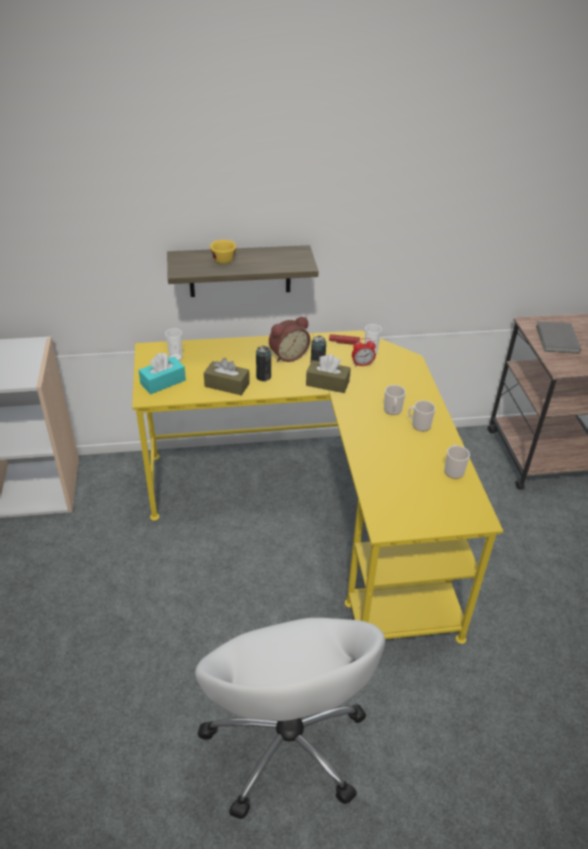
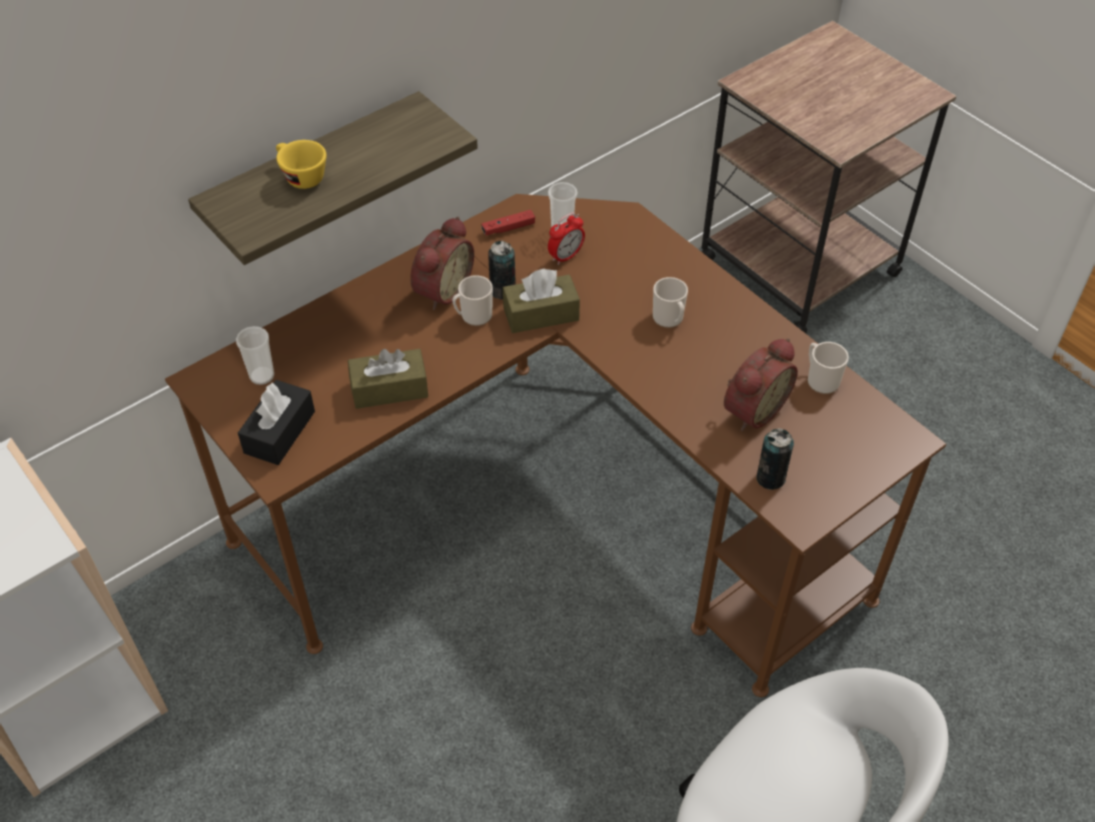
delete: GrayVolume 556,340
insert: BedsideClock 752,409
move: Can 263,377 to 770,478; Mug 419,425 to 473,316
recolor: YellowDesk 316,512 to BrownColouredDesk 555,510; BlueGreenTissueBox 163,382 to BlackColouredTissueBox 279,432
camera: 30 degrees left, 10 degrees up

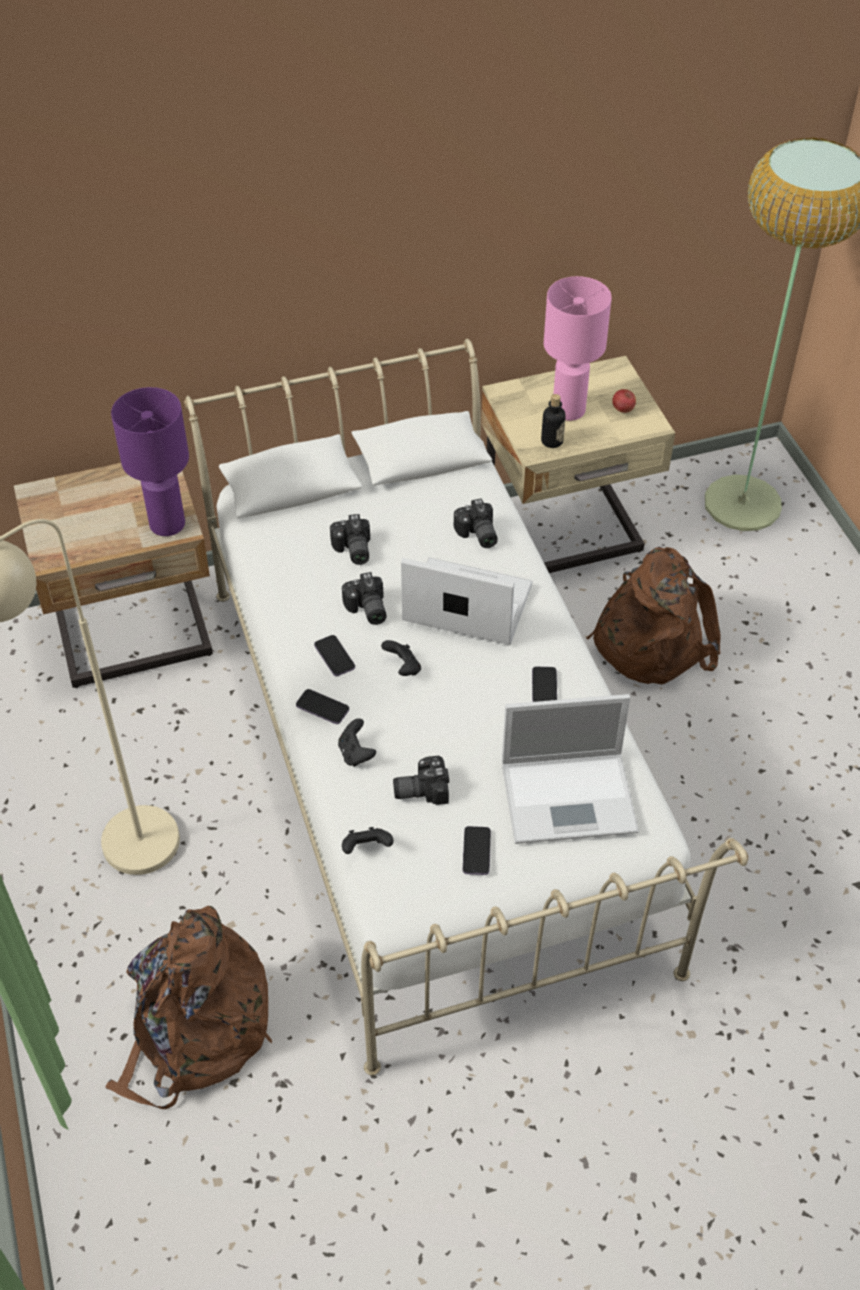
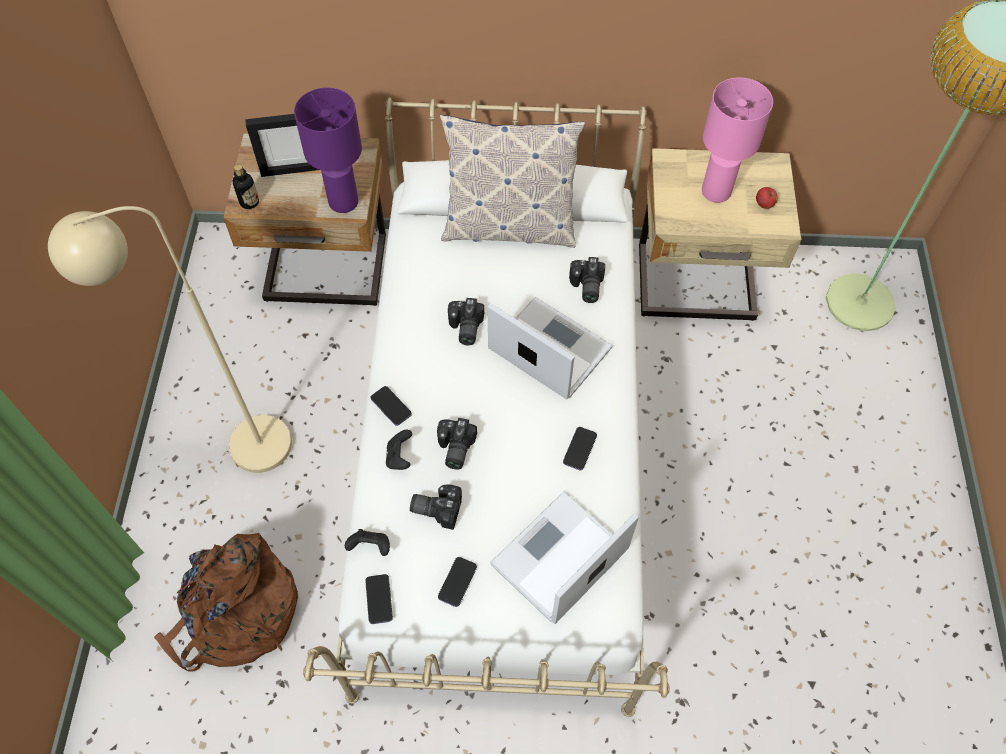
delete: BlackColouredJoypad 403,668; BrownColouredRucksack 650,639
insert: PhotoFrame 290,169; ThrowPillow 509,227
move: Telephone 334,657 to 379,599; StillCamera 352,550 to 454,449; BeverageBottle 552,441 to 249,202
rotate: NotebookComputer 571,797 = 558,559 120 degrees clockwise
camera: 20 degrees right, 10 degrees up

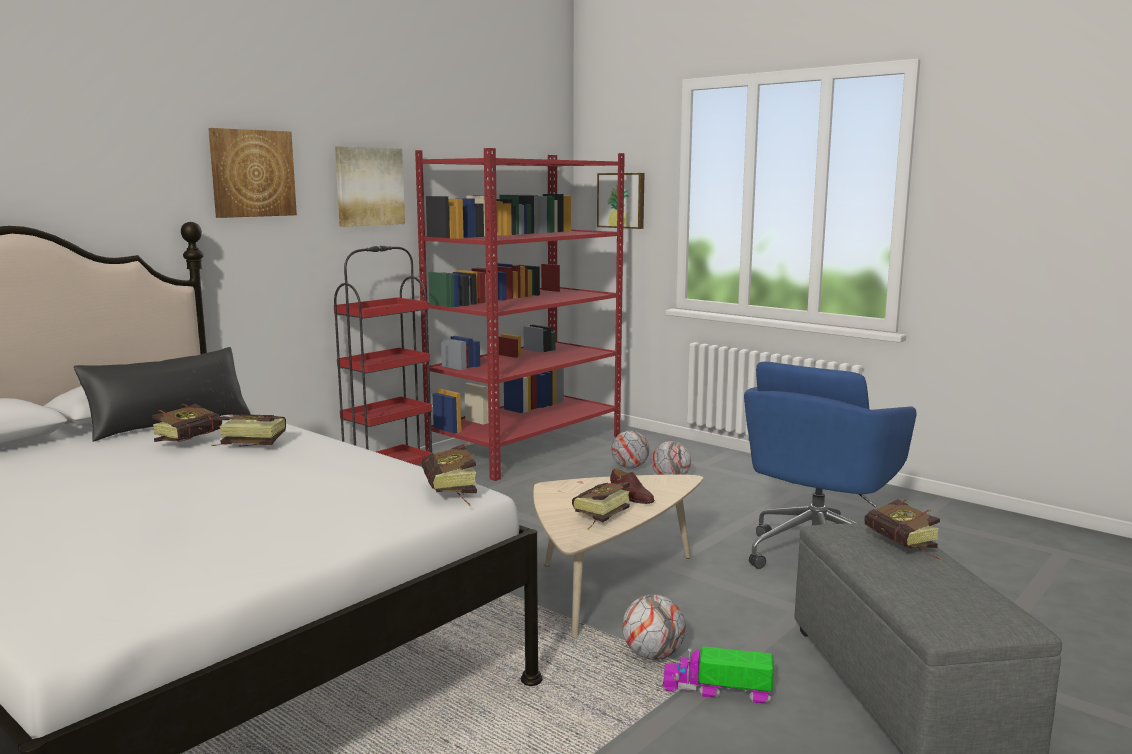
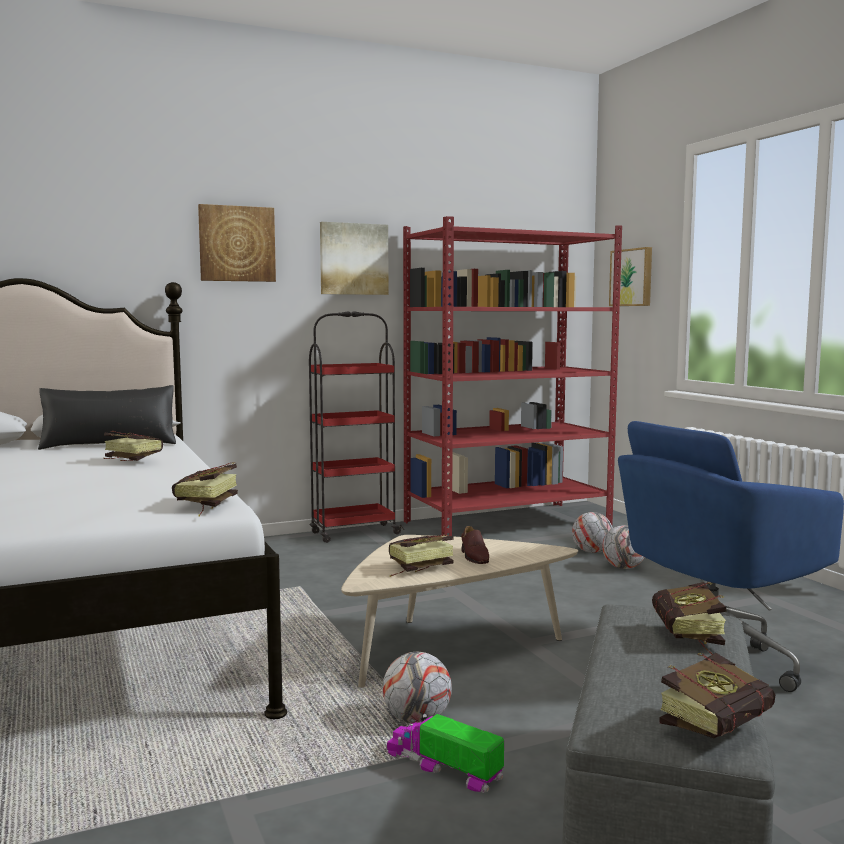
move: Volume 194,440 to 721,726
camera: 25 degrees right, 5 degrees down

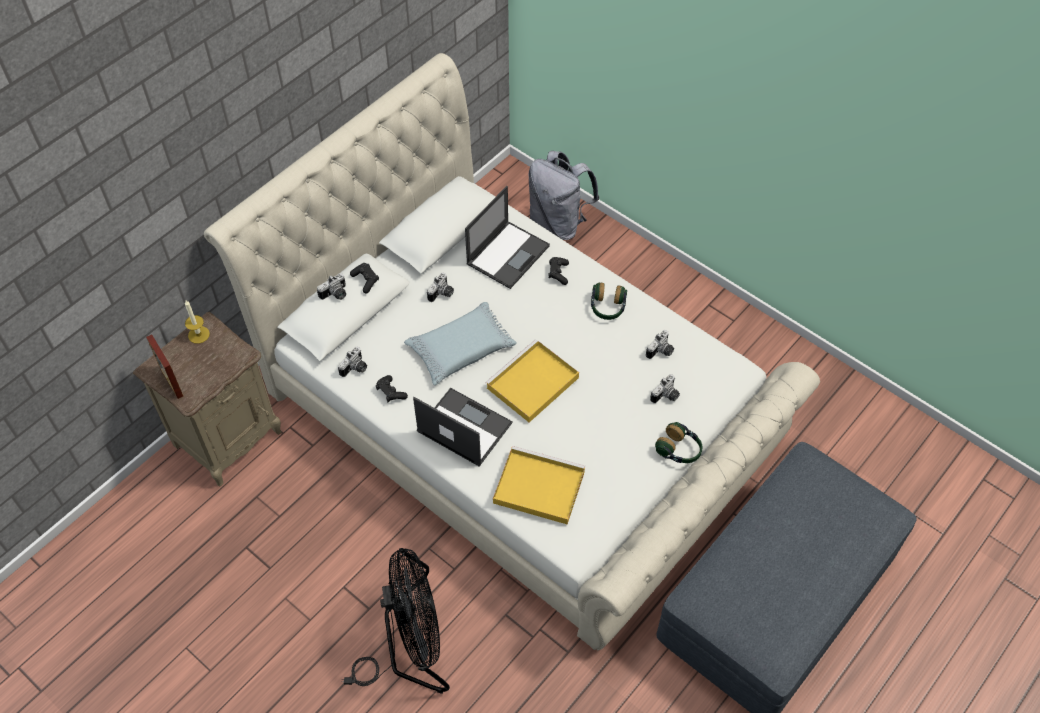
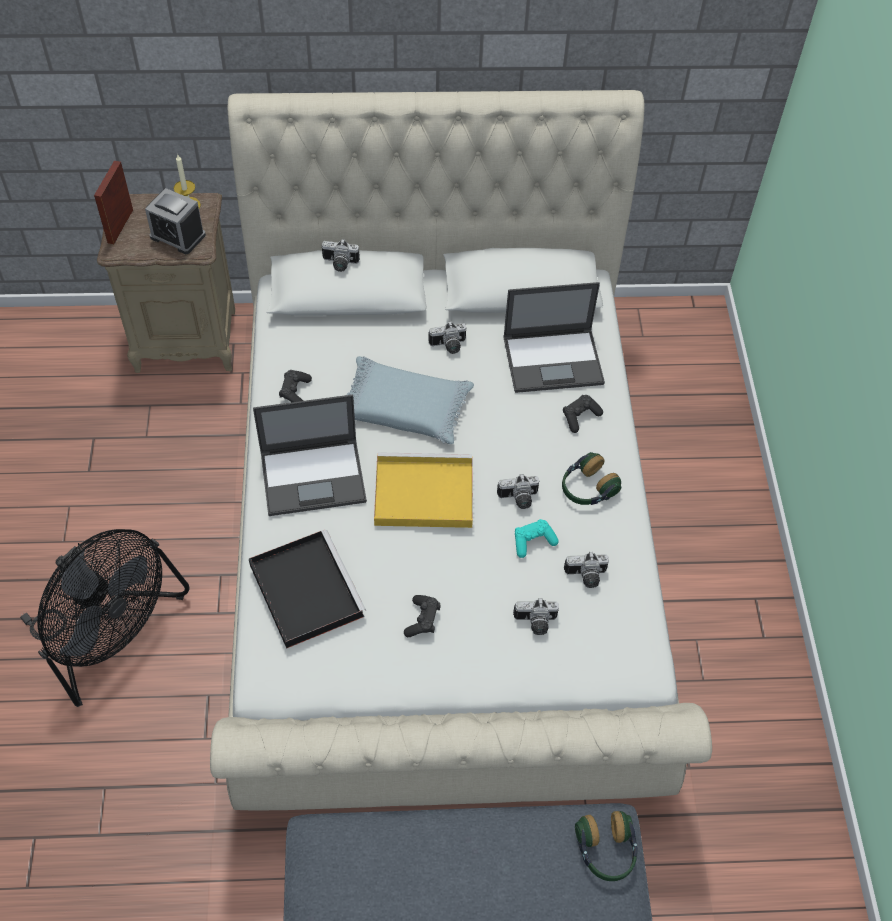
delete: GrayRucksack 559,223
insert: BedsideClock 178,236; BlueGreenJoypad 533,541
move: StillCamera 355,369 to 518,499; BlackColouredJoypad 366,280 to 422,620; Headset 679,450 to 606,851
recolor: YellowServingTray 537,487 to BlackColouredServingTray 304,589
rotate: NotebookComputer 463,427 = 314,476 90 degrees clockwise
camera: 45 degrees right, 0 degrees up

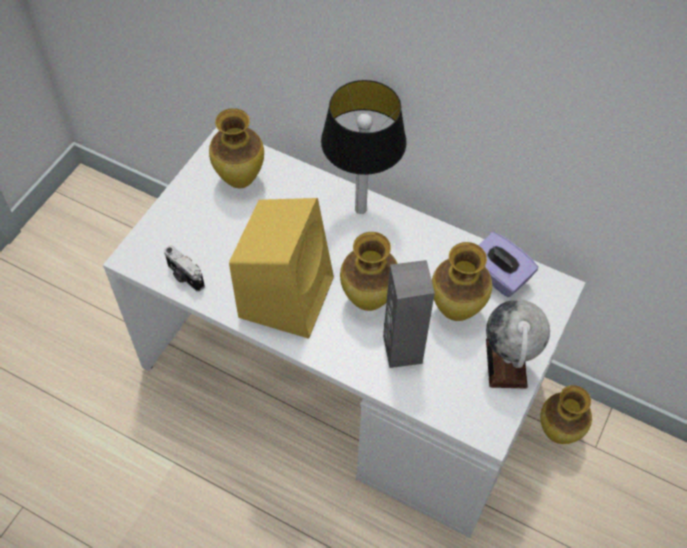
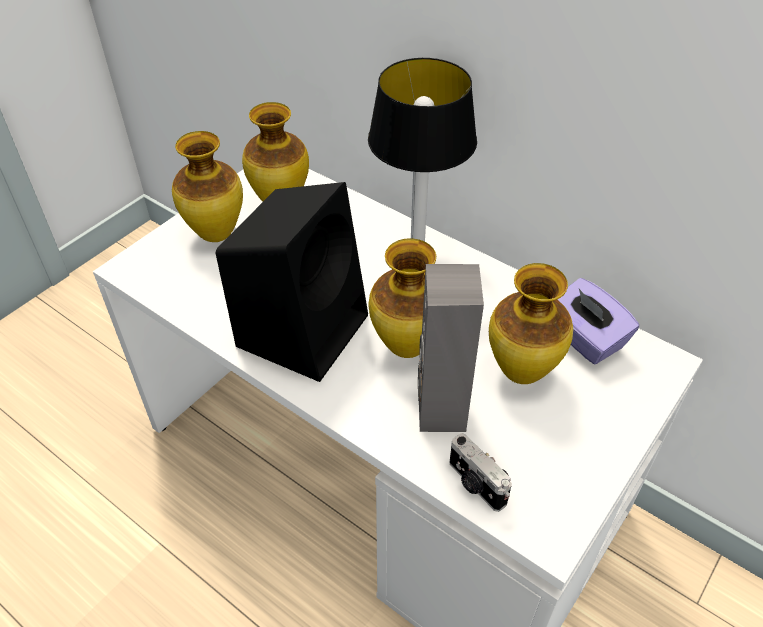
delete: DeskGlobe 506,363
move: StillCamera 184,277 to 475,484; DecorativeVase 558,433 to 217,234
recolor: YellowAudioSpeaker 286,294 to BlackColouredAudioSpeaker 304,328
camera: 10 degrees right, 10 degrees down

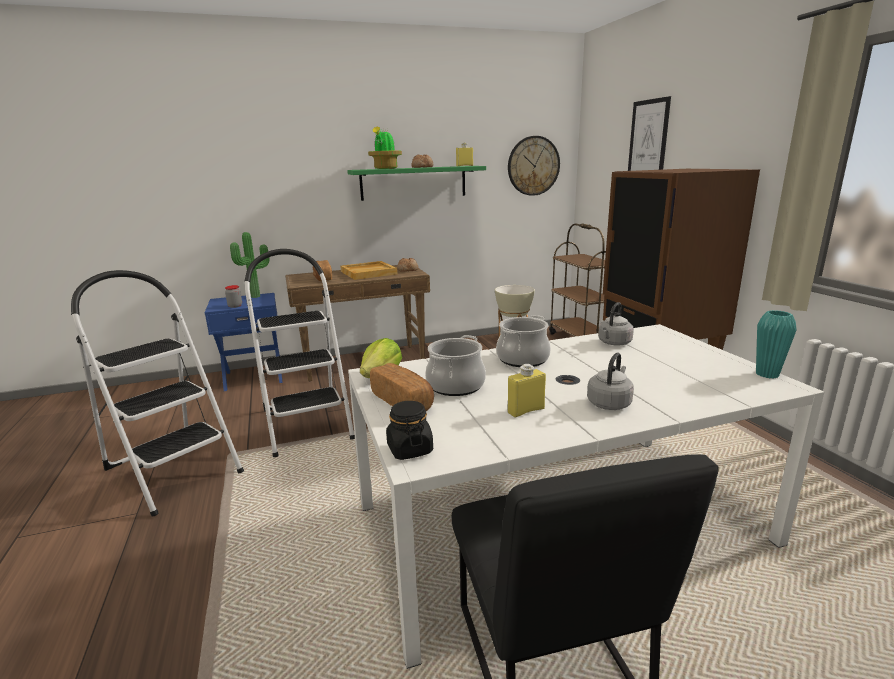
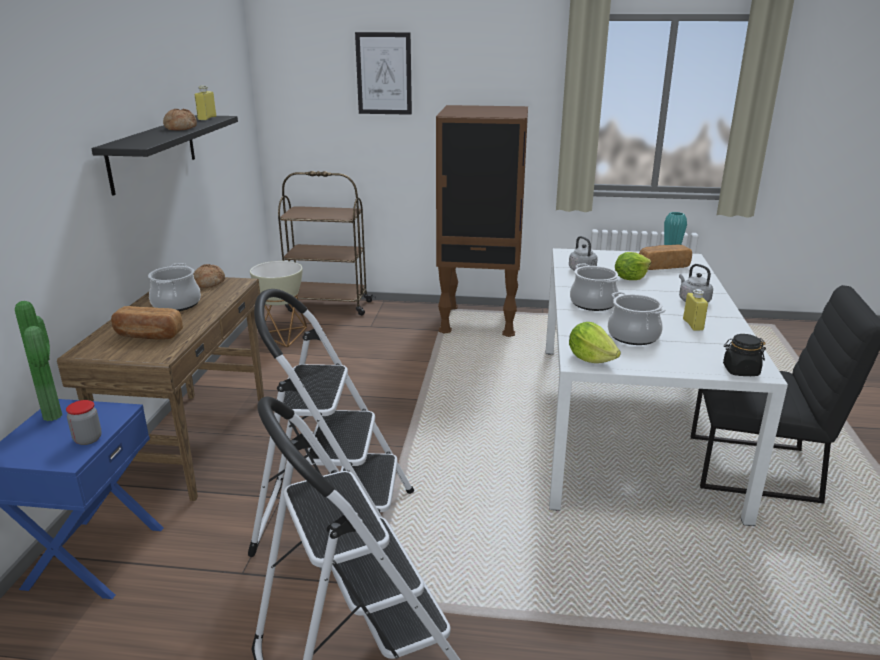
delete: Houseplant 385,168; ClockOnTheWall 533,166
insert: Lettuce 630,278
move: Bread 403,401 to 662,266
replace: BeigeColouredServingTray 368,272 to Stockpot 176,304
recolor: GreenBracketShelf 413,183 to BlackColouredBracketShelf 153,152
camera: 65 degrees left, 5 degrees up

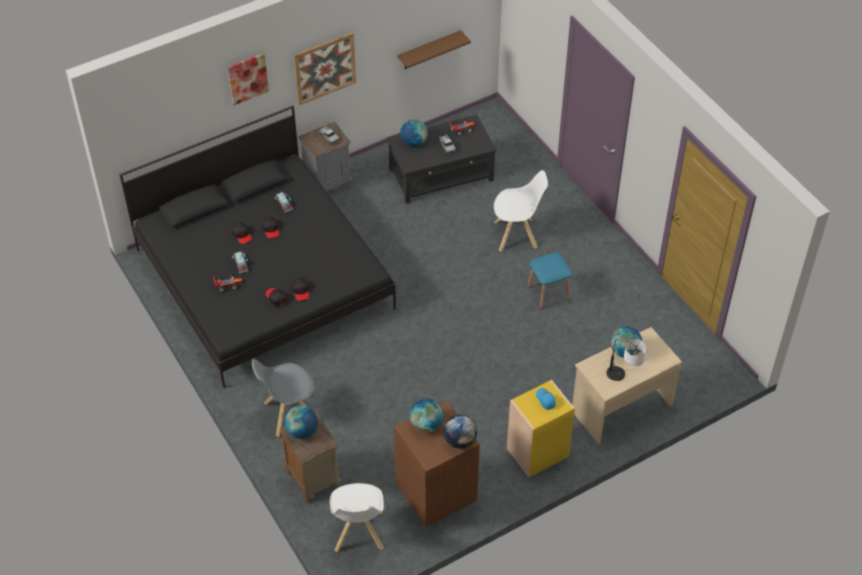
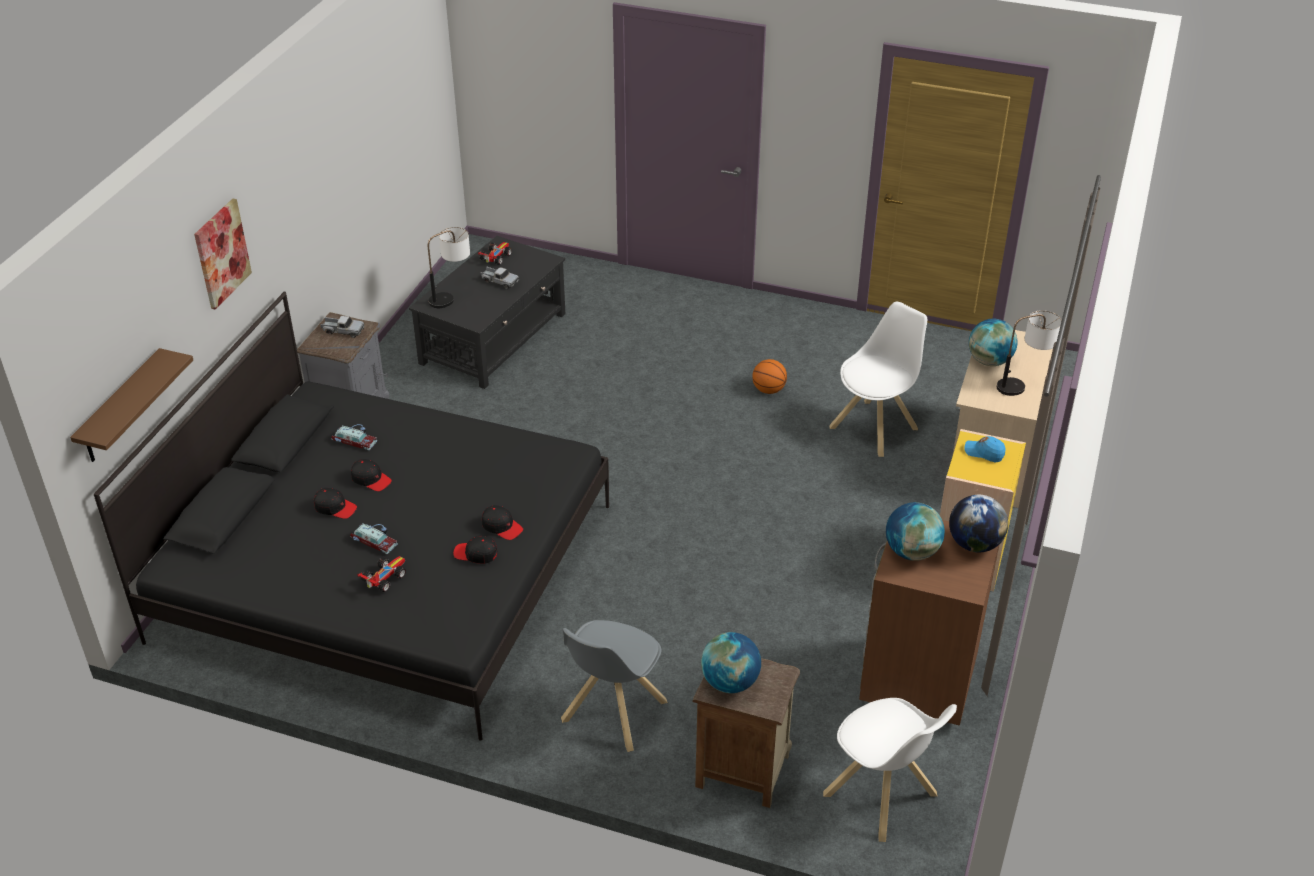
delete: WallArt 324,68
move: BrownColouredBracketShelf 429,50 to 121,408; WhiteUprightChair 517,235 to 875,427
replace: DeskGlobe 413,142 to TabletopLamp 452,297; BluishStool 548,293 to Basketball 768,390
camera: 40 degrees left, 10 degrees down

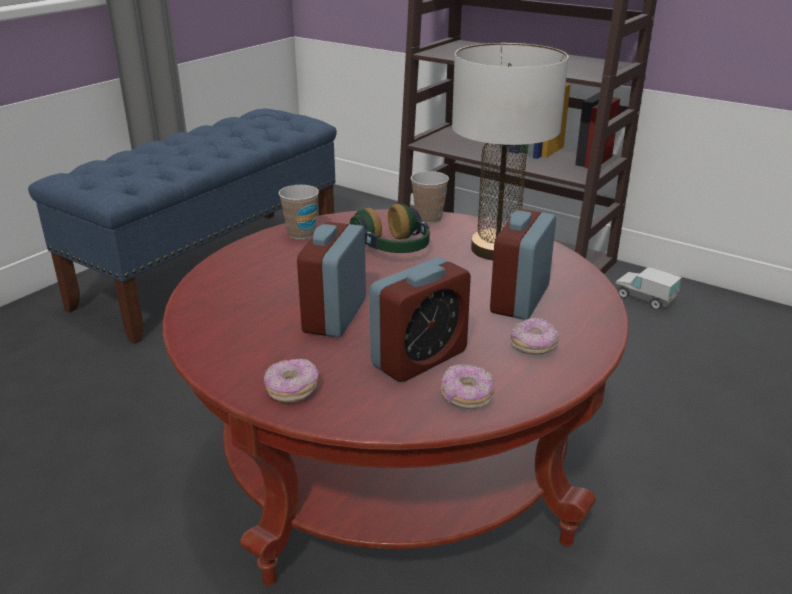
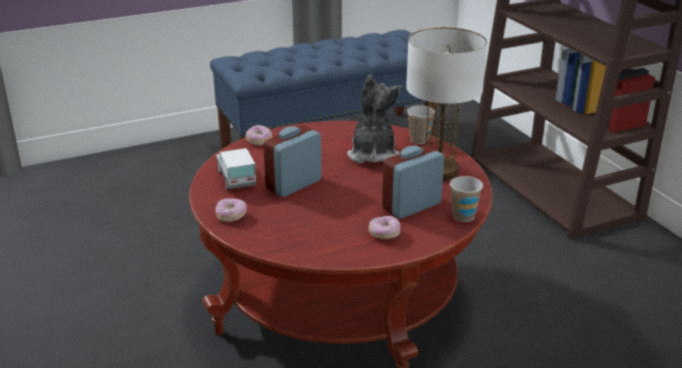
delete: BedsideClock 419,358
move: SmallCup 301,234 to 463,216; Donut 466,397 to 259,141; ToyLorry 645,298 to 236,179
replace: Headset 394,249 to CuddlyToy 372,154
camera: 30 degrees right, 0 degrees up

